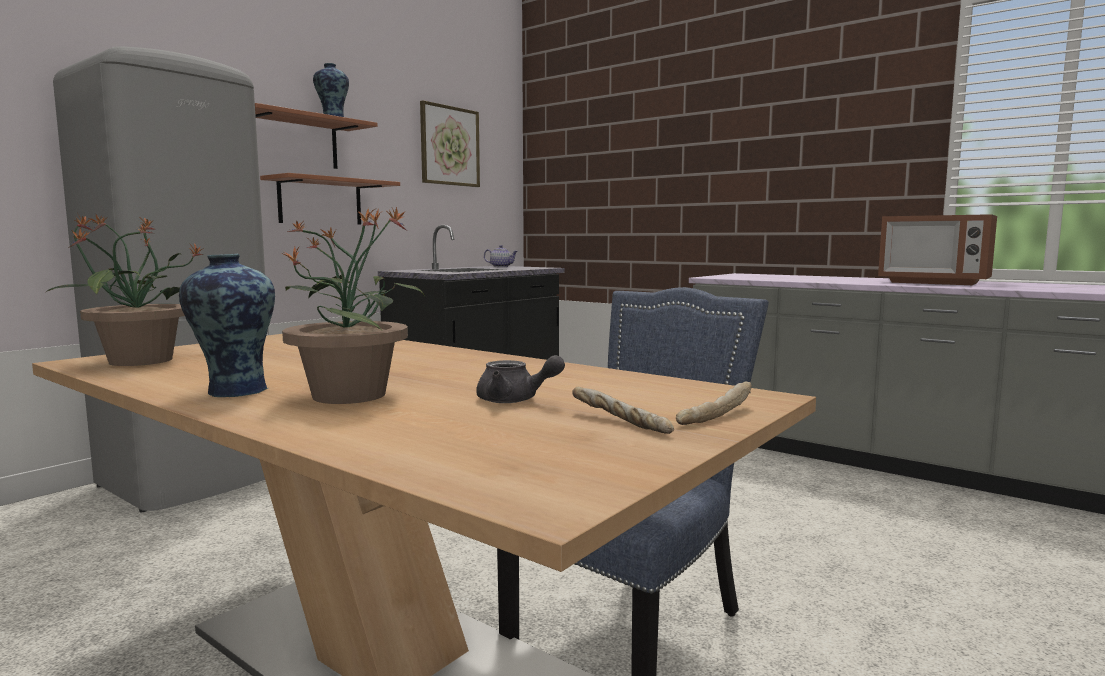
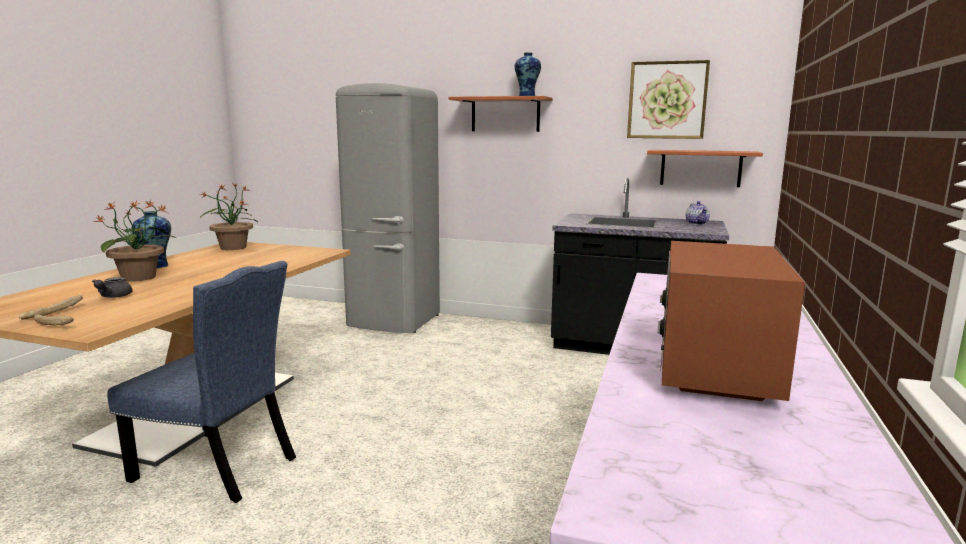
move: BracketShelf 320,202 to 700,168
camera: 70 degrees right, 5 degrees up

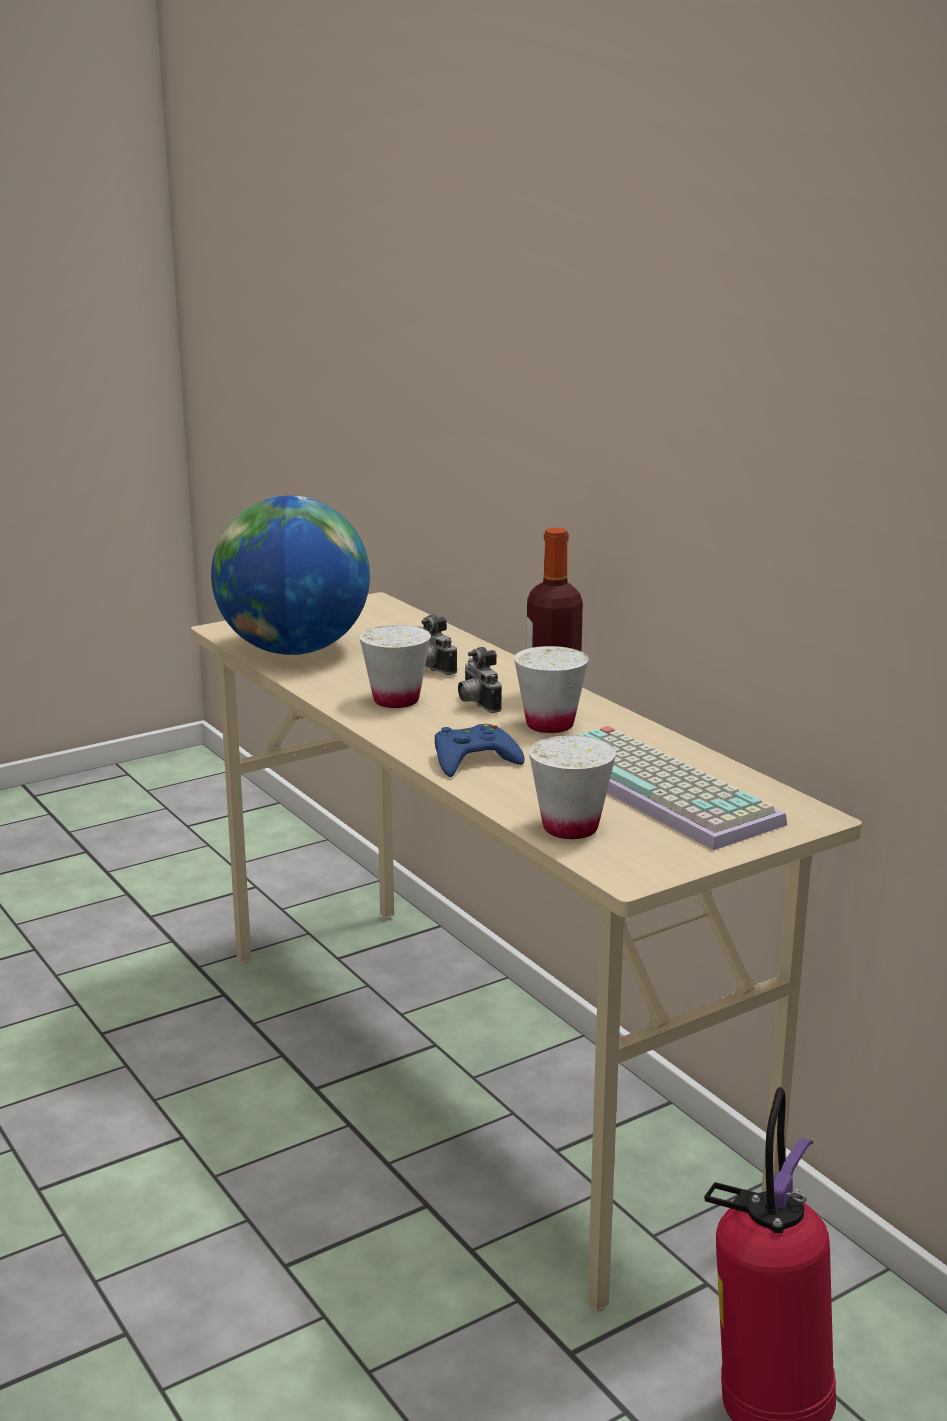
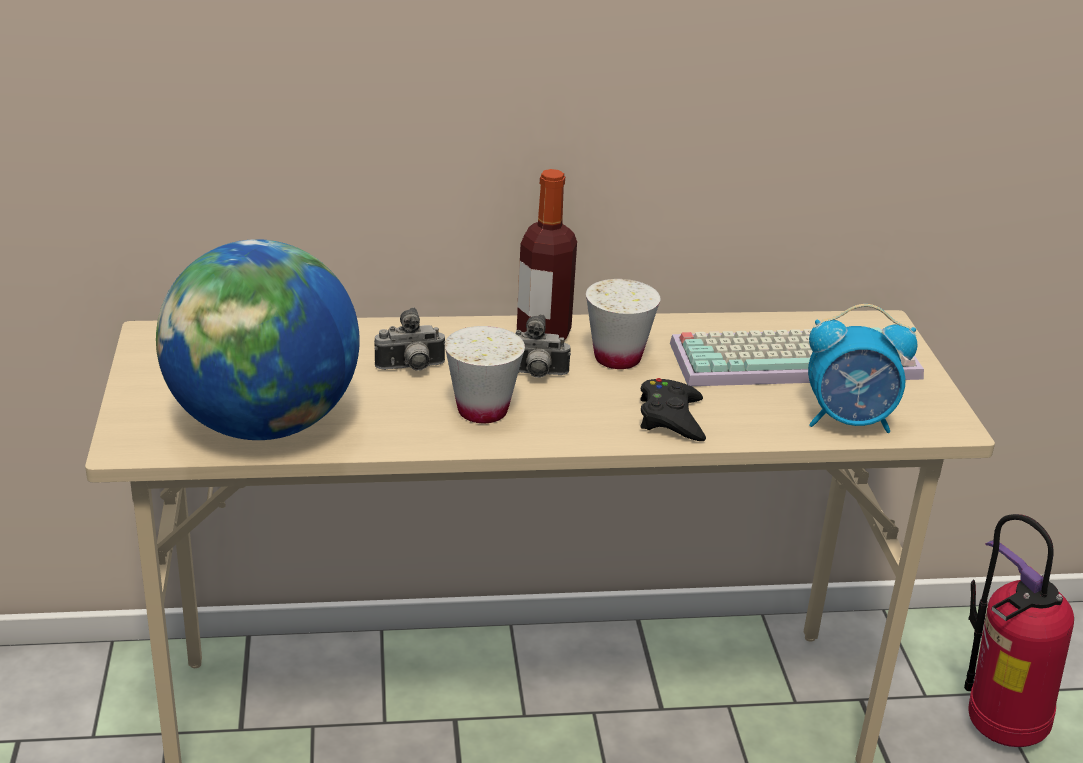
replace: WhiteSmallCup 570,828 to BedsideClock 849,421
recolor: BluishJoypad 474,760 to BlackColouredJoypad 671,418
camera: 65 degrees left, 10 degrees up

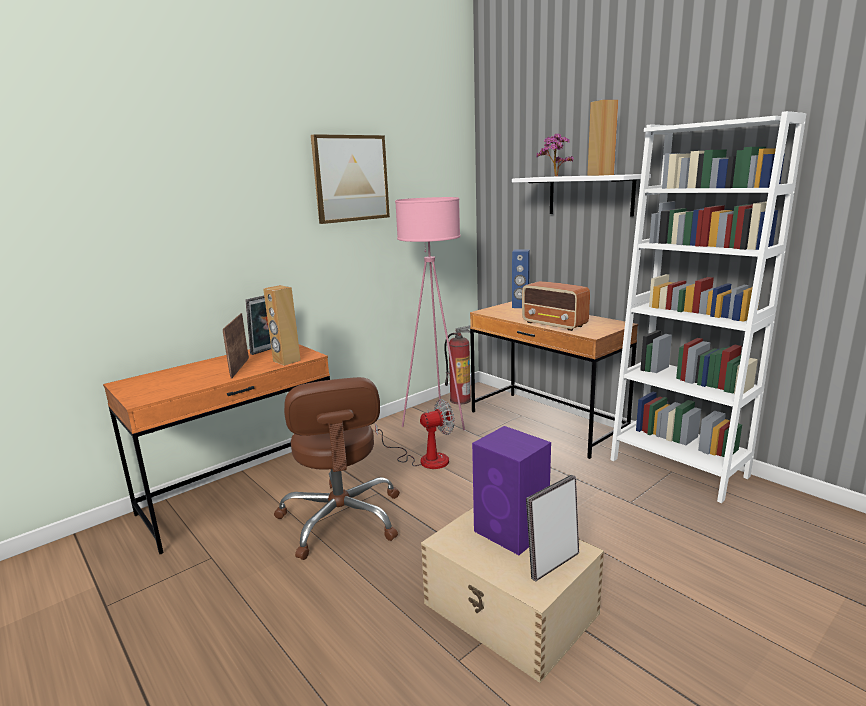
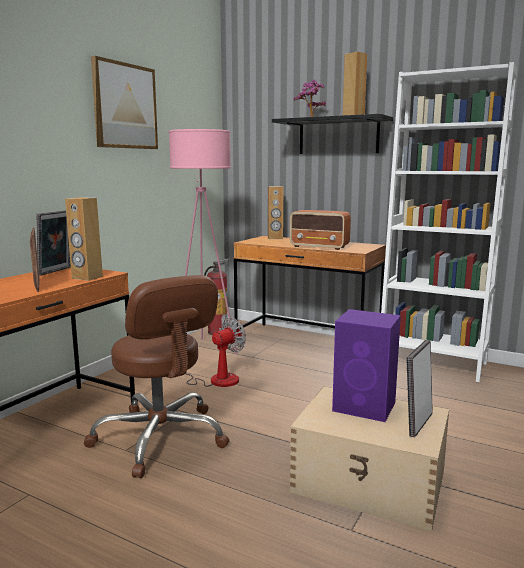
recolor: WhiteBracketShelf 590,195 to BlackColouredBracketShelf 338,136; BluishAudioSpeaker 520,306 to BrownColouredAudioSpeaker 275,238
camera: 20 degrees left, 5 degrees down

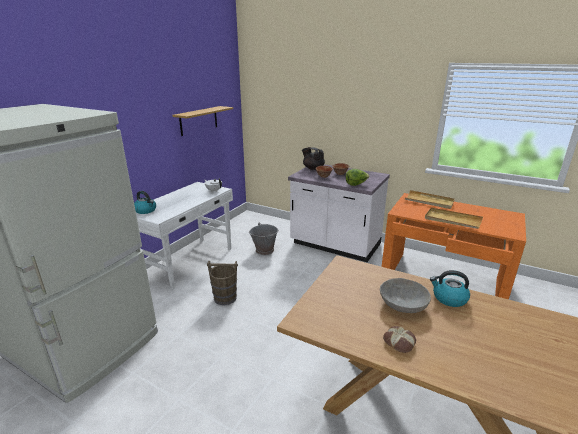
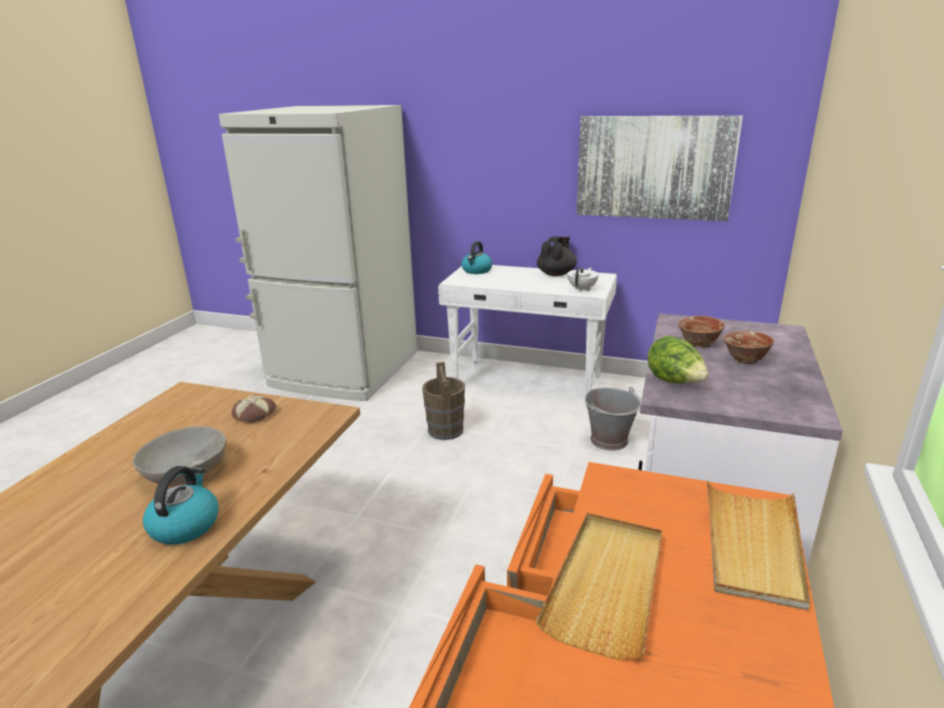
move: BlackColouredPotForTea 313,168 to 556,274; Bread 399,342 to 255,414
replace: BracketShelf 198,120 to WallArt 654,167
camera: 80 degrees right, 0 degrees up

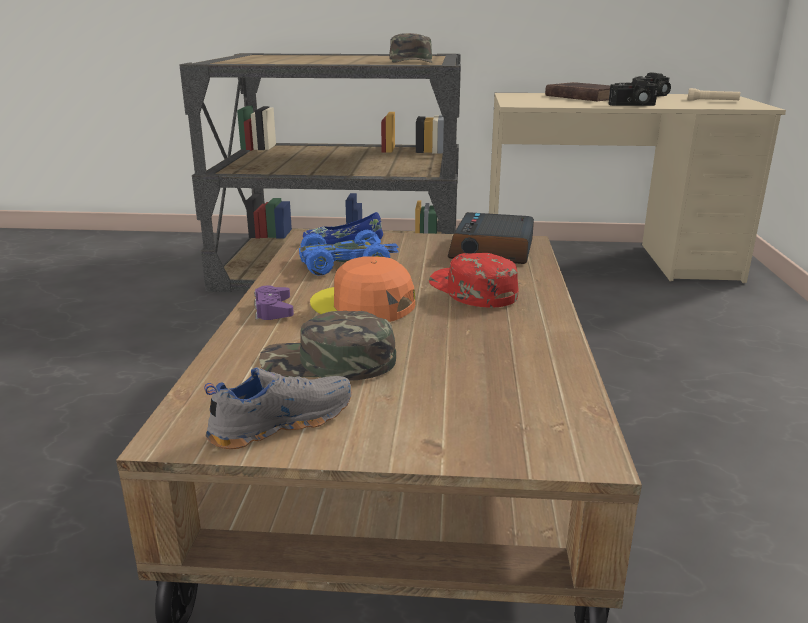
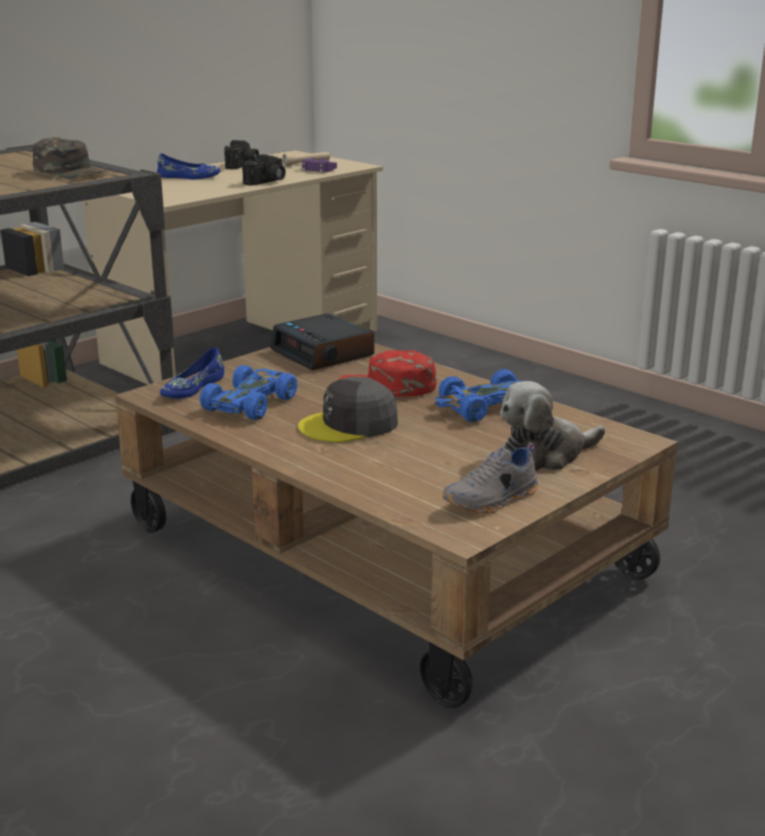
delete: GreenPeakedCap 328,362
insert: BluishModelCar 487,408; CuddlyToy 545,455
move: PurplishJoypad 273,310 to 317,170
replace: BrownColouredVolume 582,97 to BluishShoe 189,177
recolor: OrangeyPeakedCap 363,305 to GrayPeakedCap 349,425
rotate: GrayShoe 281,422 = 492,500 135 degrees counterclockwise
camera: 50 degrees left, 0 degrees up

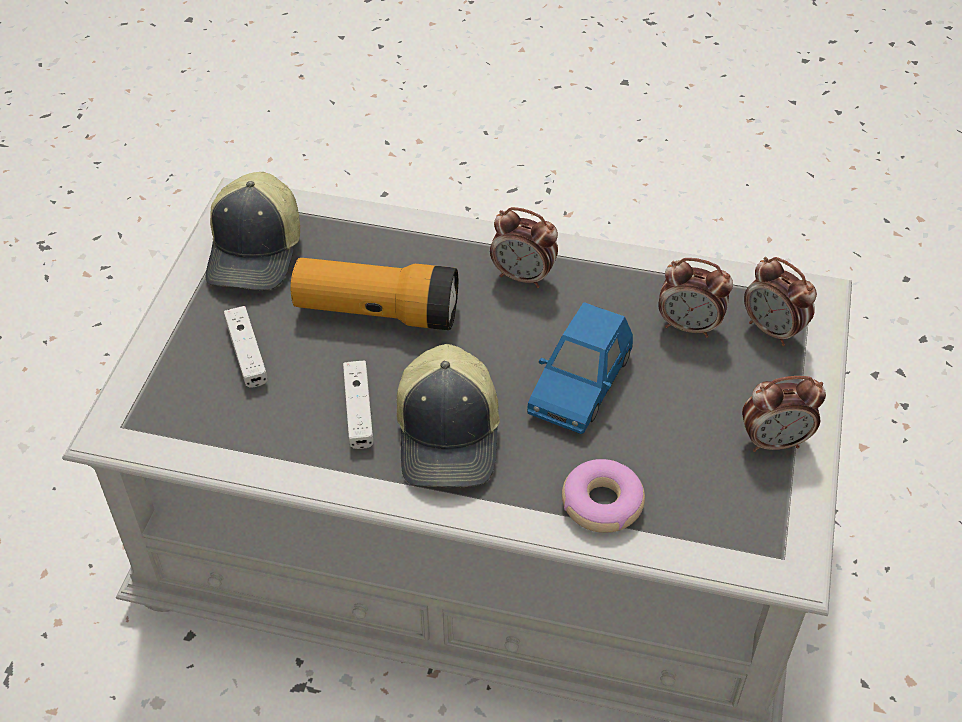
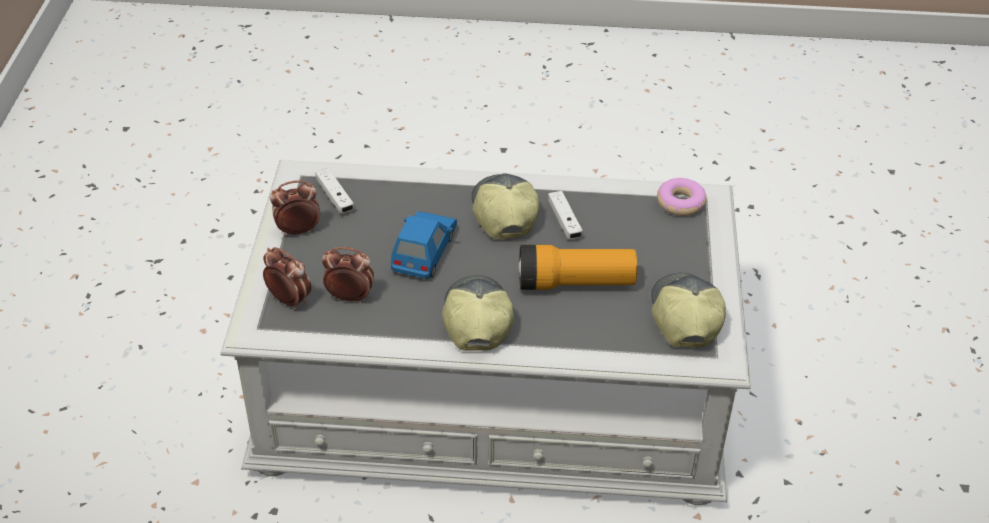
move: WhiteJoypad 247,353 to 335,197; Donut 602,503 to 680,203
replace: BedsideClock 523,277 to PeakedCap 476,320
camera: 170 degrees right, 5 degrees down

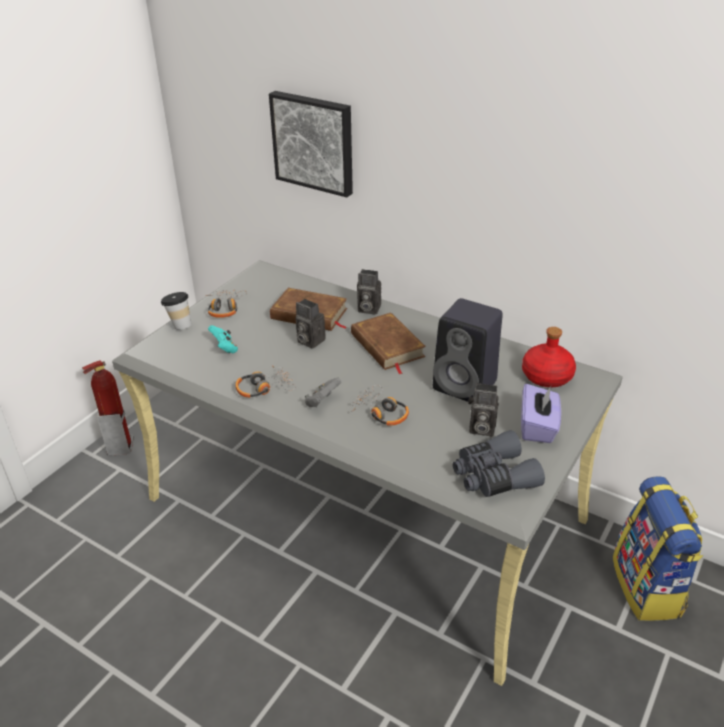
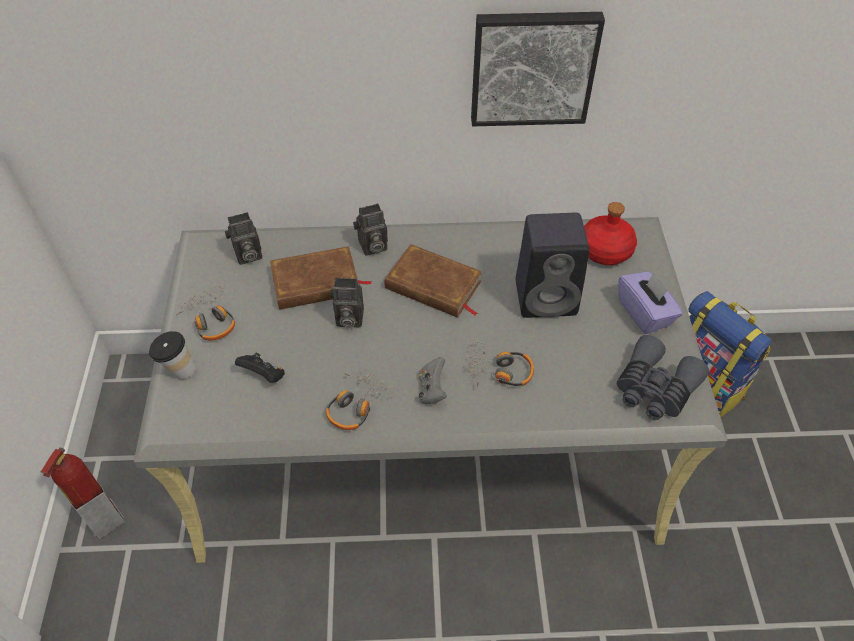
move: WallArt 314,142 to 532,67; StillCamera 480,428 to 247,255
recolor: BlueGreenJoypad 225,348 to BlackColouredJoypad 264,376
camera: 35 degrees left, 15 degrees up

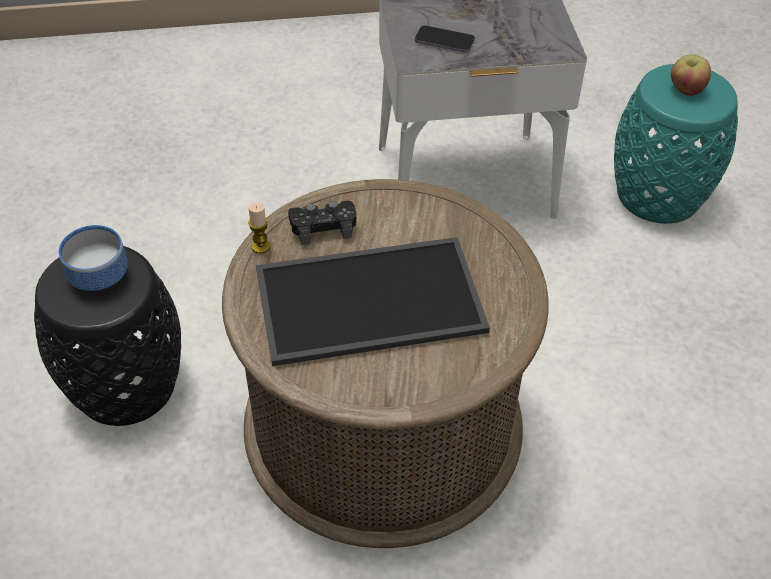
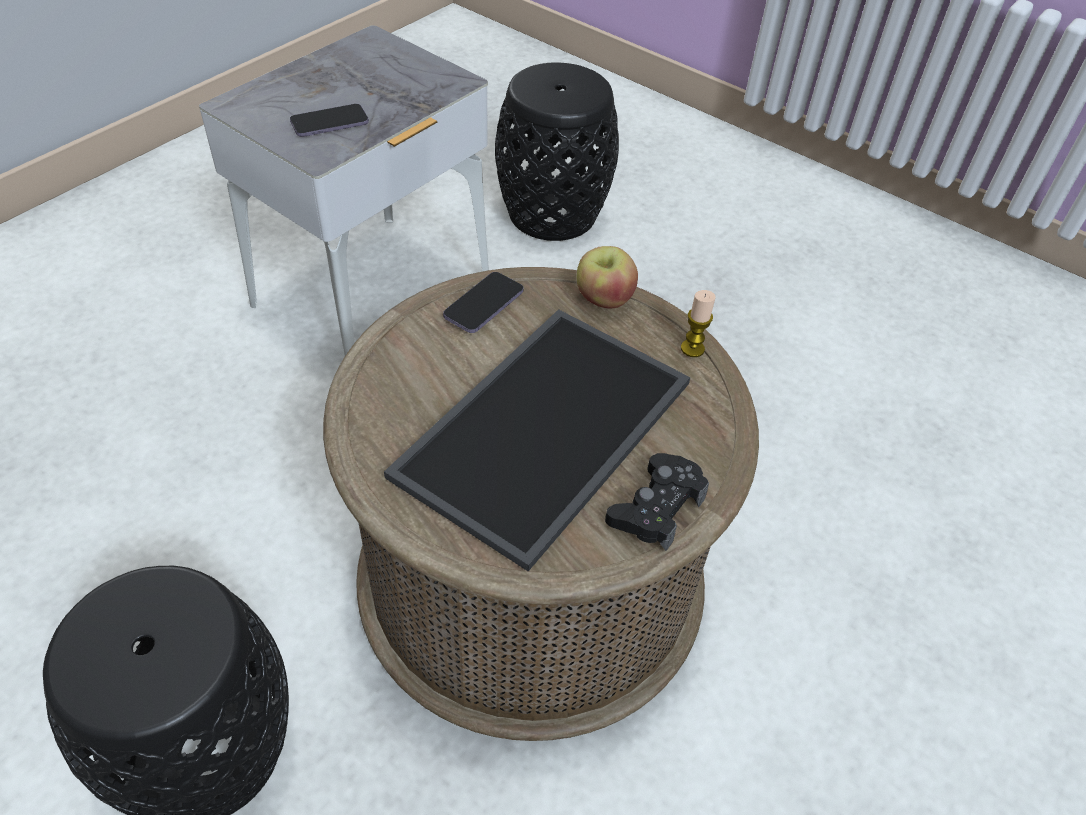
delete: Bowl 101,277
insert: Telephone 483,305
move: Candle 261,246 to 692,348; BlackColouredJoypad 323,226 to 656,508; WholeApple 686,89 to 603,299
recolor: BlueGreenStool 658,195 to BlackColouredStool 552,214
camera: 45 degrees left, 0 degrees up

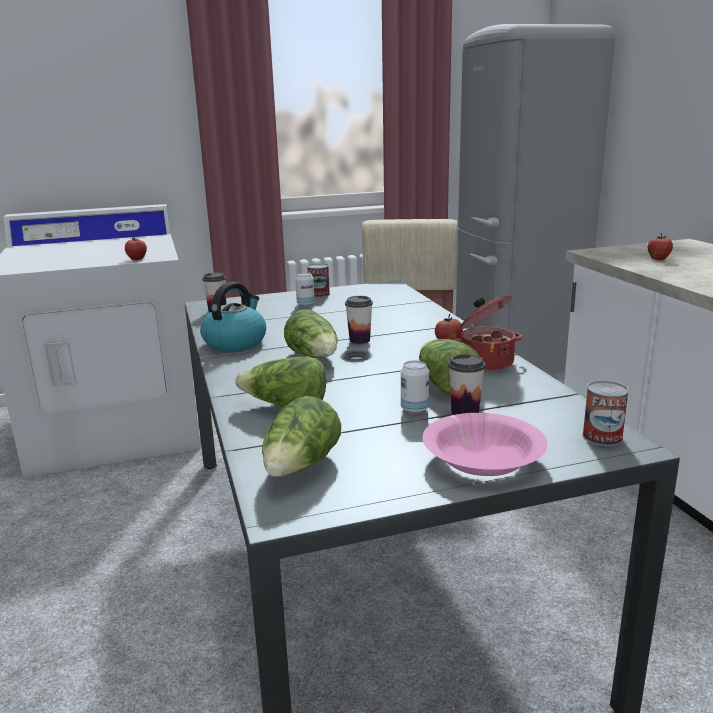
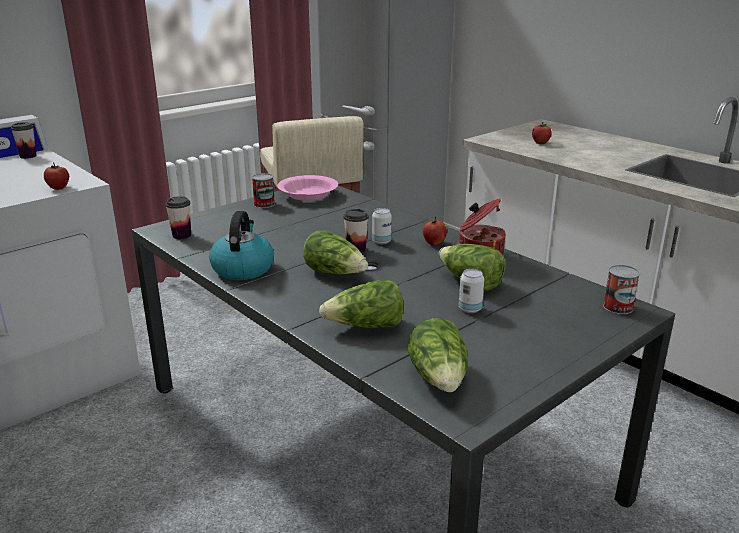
move: Can 305,304 to 381,241; PinkishBowl 483,459 to 308,195; SmallCup 465,412 to 28,156
camera: 25 degrees left, 5 degrees up

